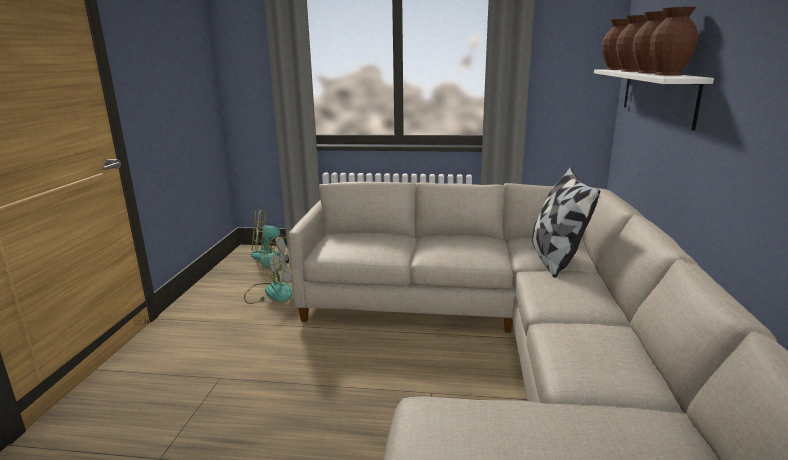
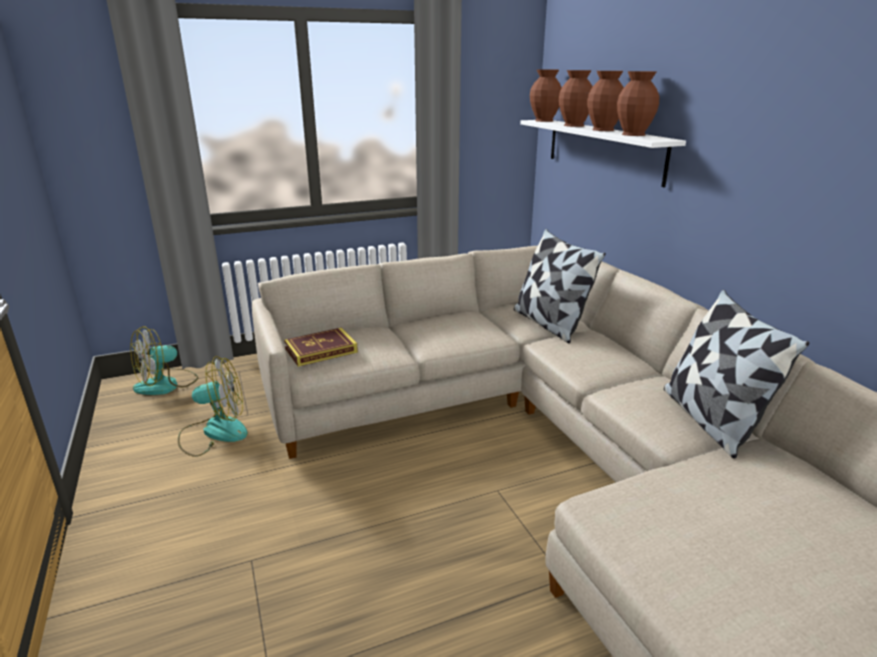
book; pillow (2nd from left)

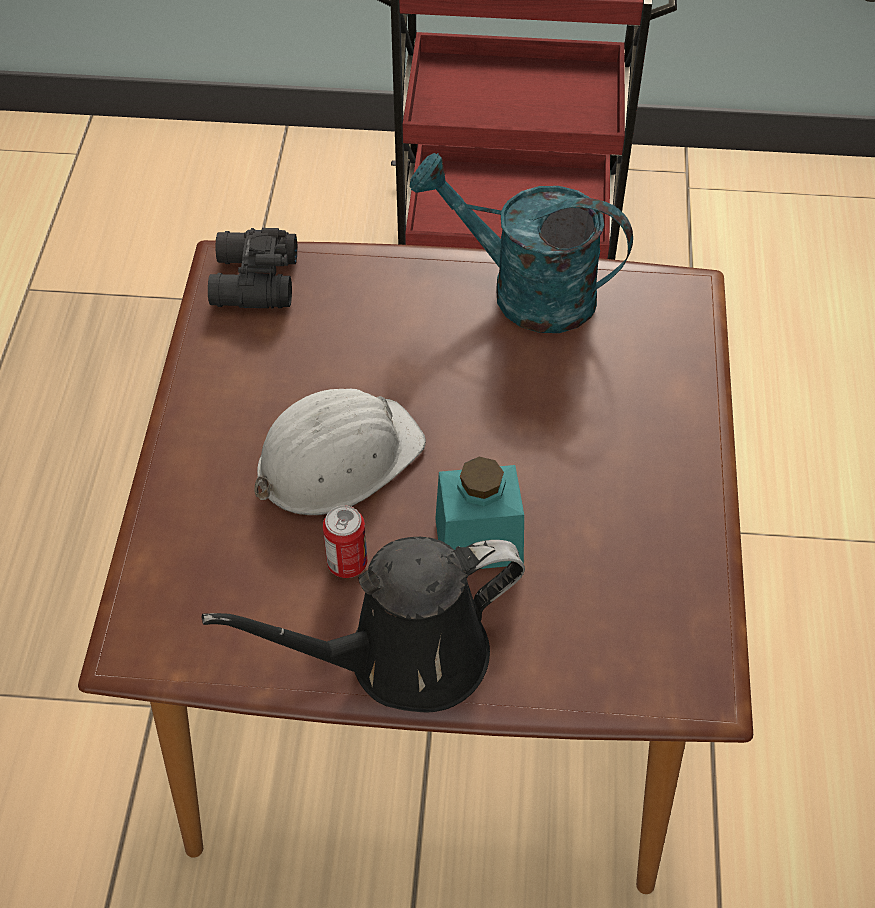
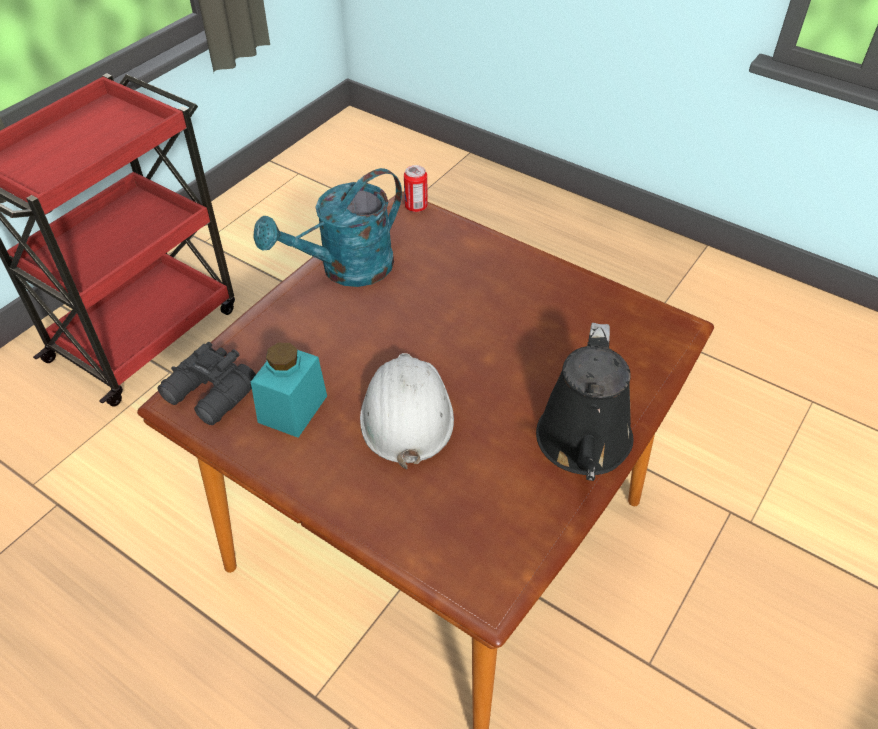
can; turquoise jar

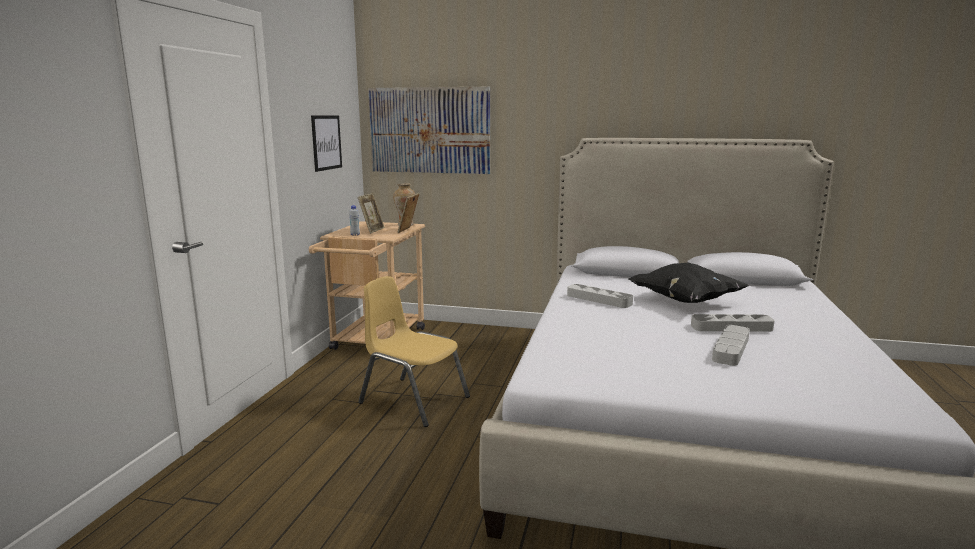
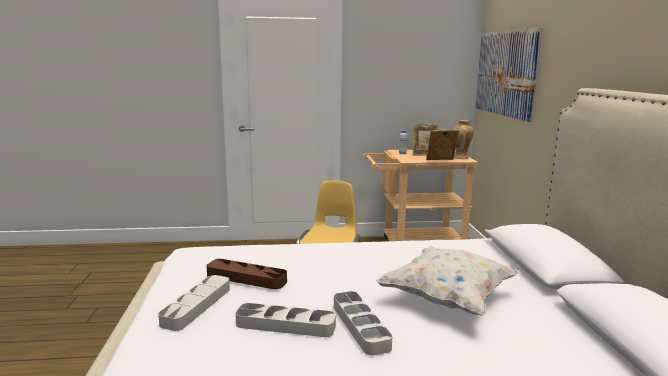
picture (1st from left in the first image); grey tray (1st from left); white pillow; brown tray

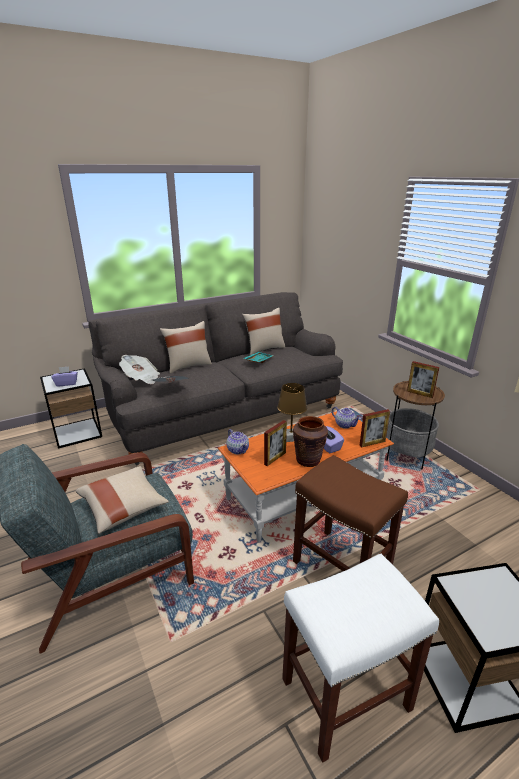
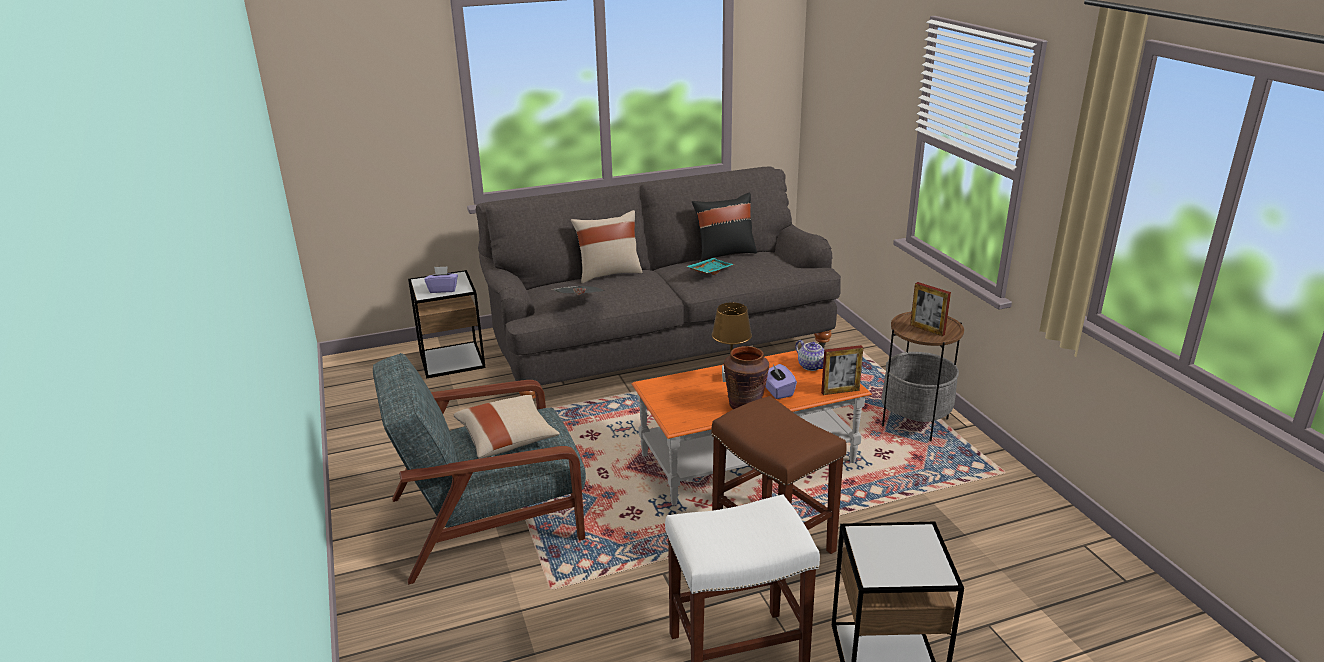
newspaper (1st from left in the first image); teapot (1st from left in the first image); black pillow; picture frame (1st from left in the first image)

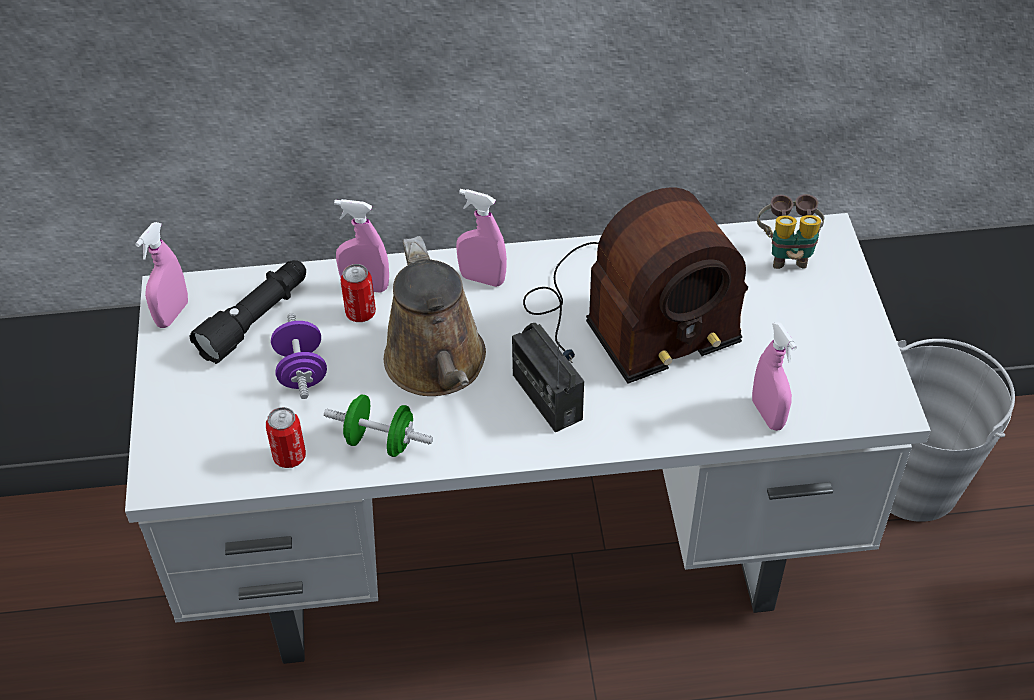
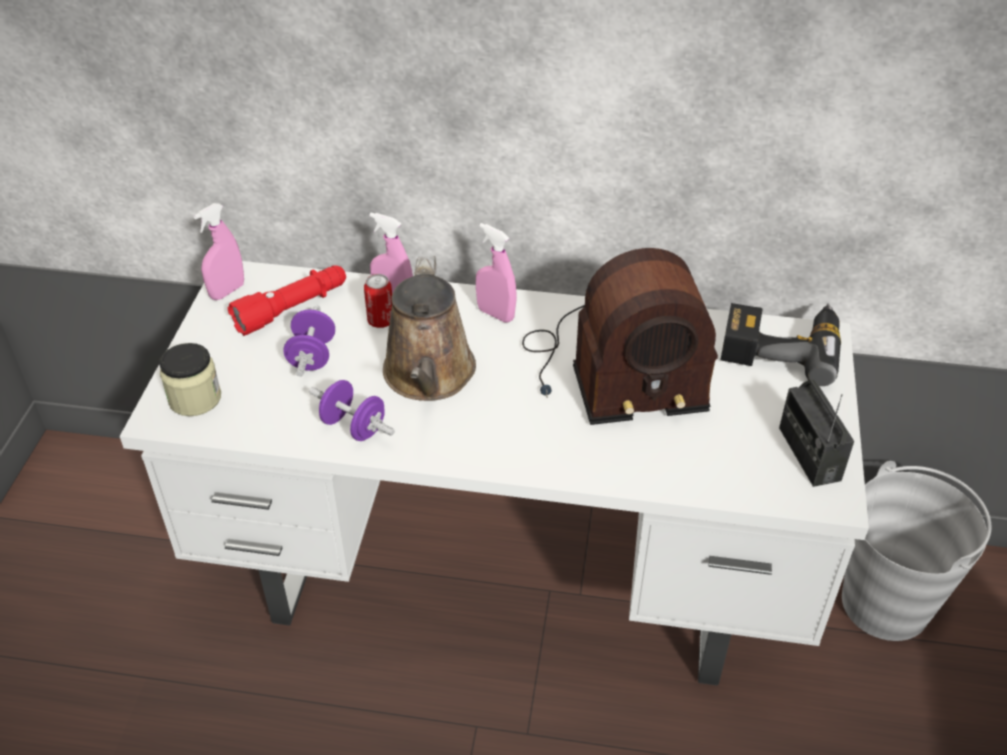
red flashlight; can (1st from left in the first image); purple dumbbell (2nd from left); radio (2nd from left); pink spray bottle (4th from left in the first image); power drill; jar

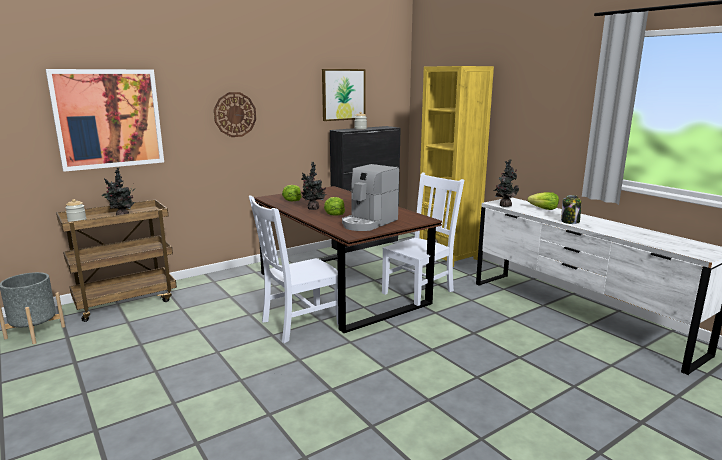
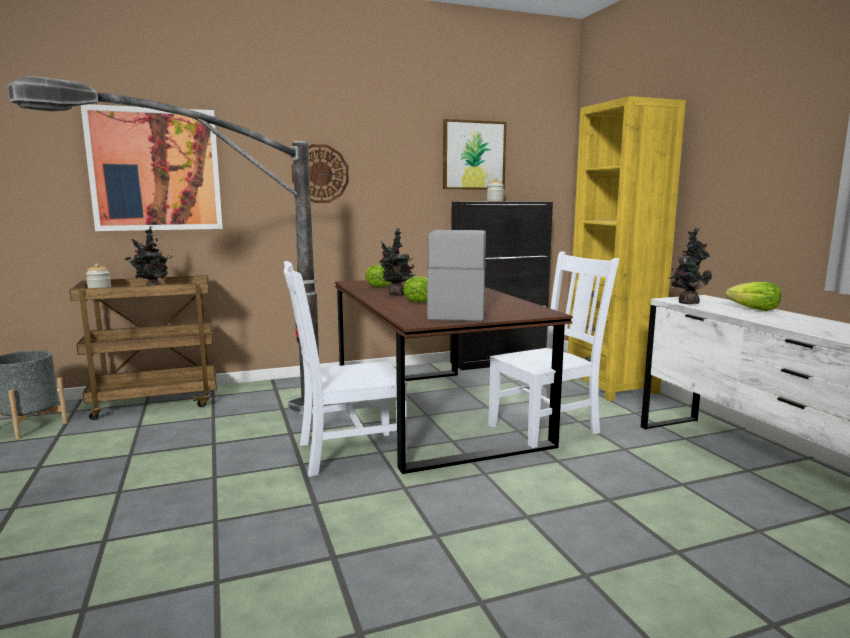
coffee machine; jar (3rd from left in the first image); floor lamp

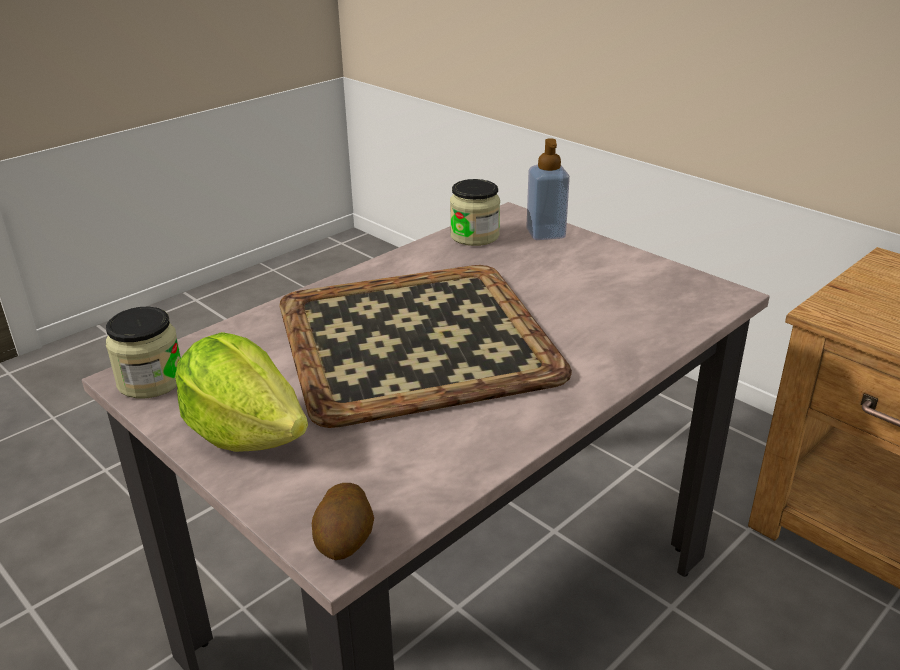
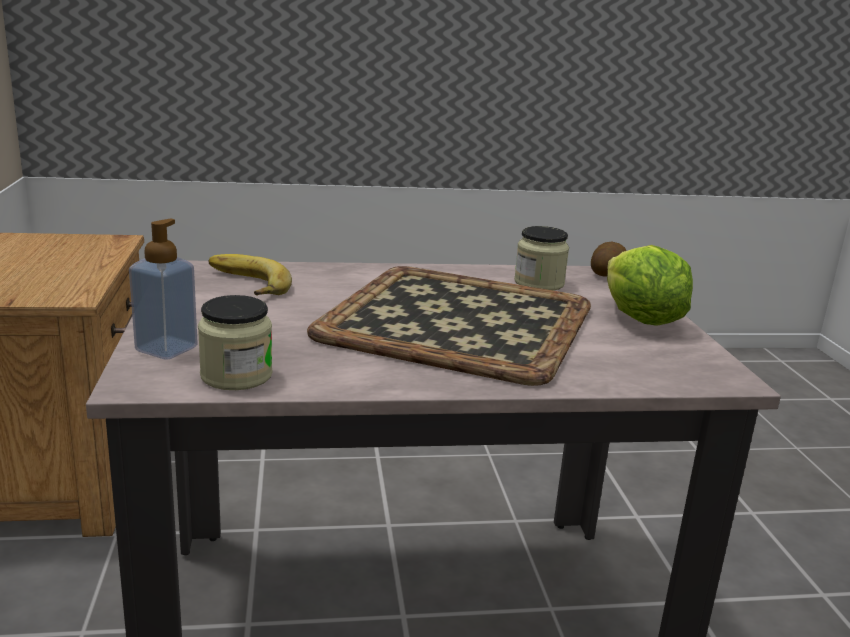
jar (2nd from left); banana

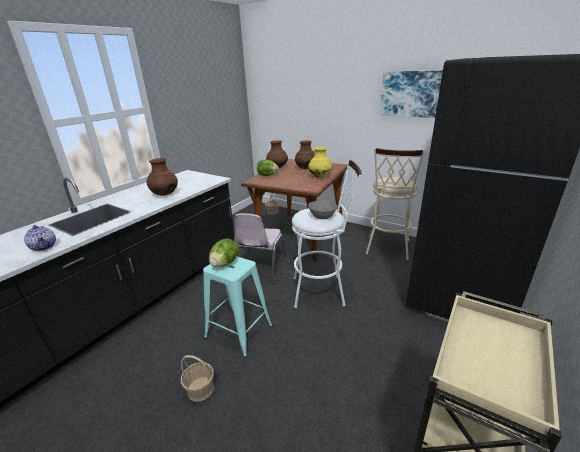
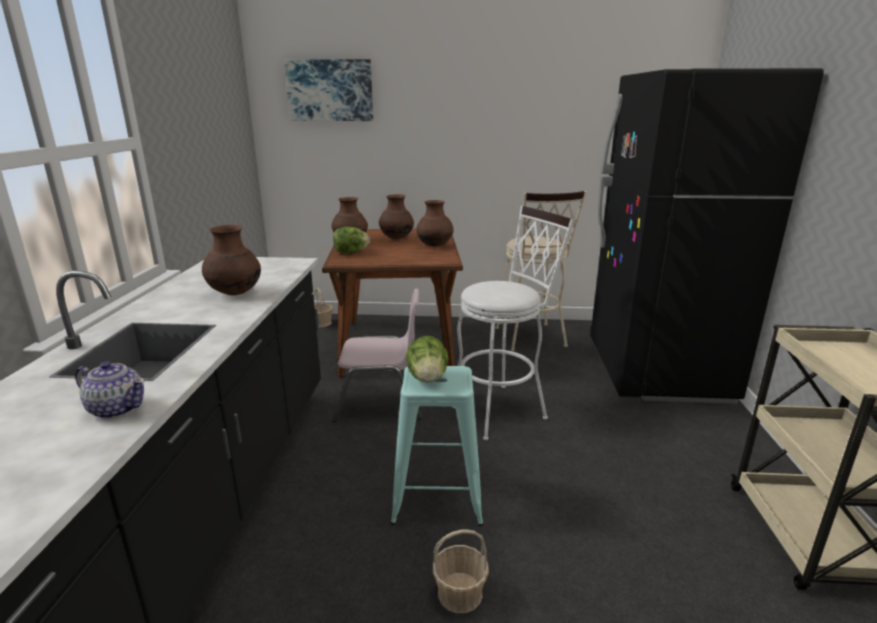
pink chair; brown vase (4th from left); grey bowl; picture

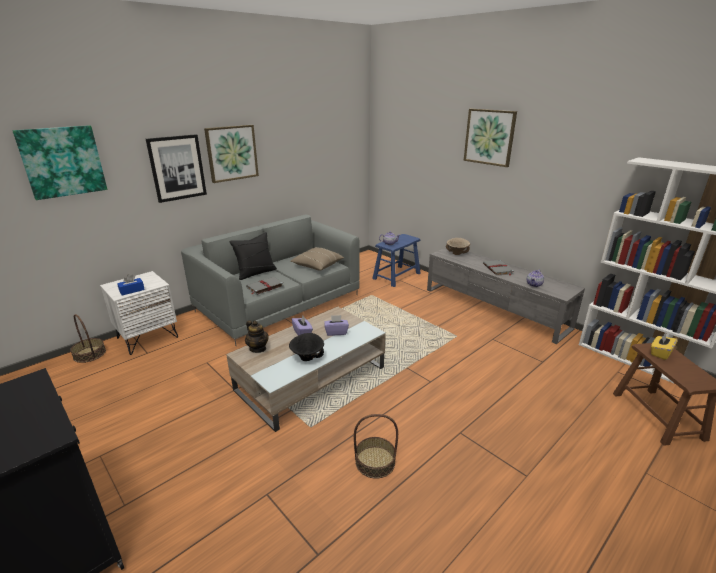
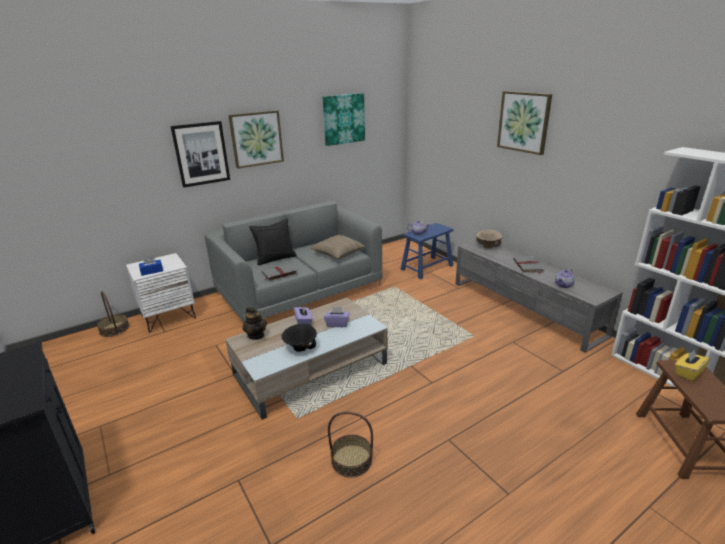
picture (3rd from left)

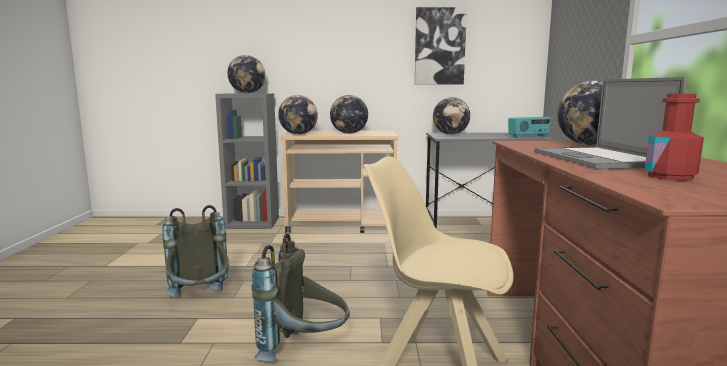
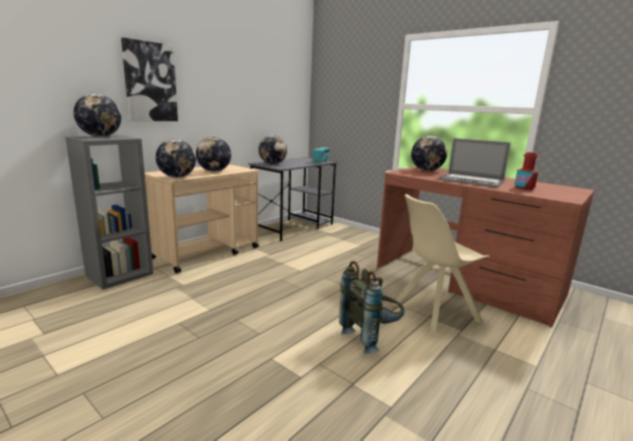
grey backpack (1st from left in the first image); picture

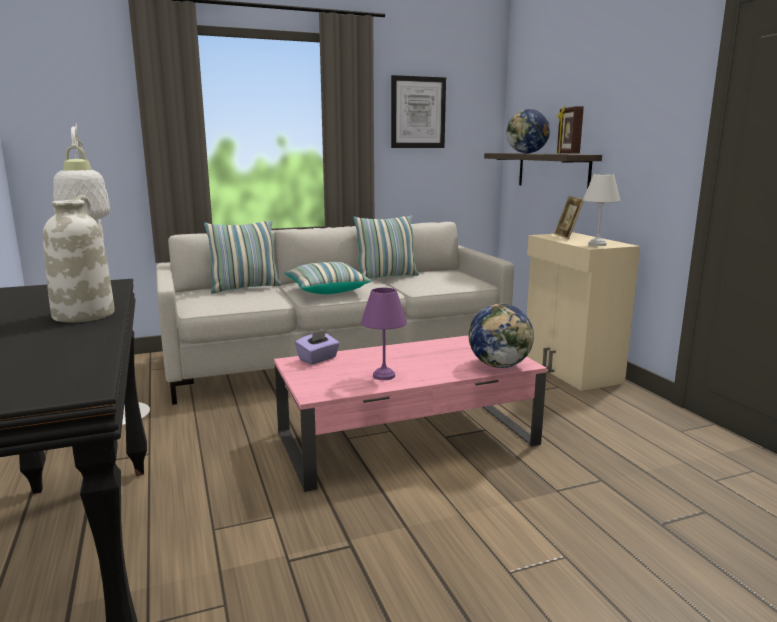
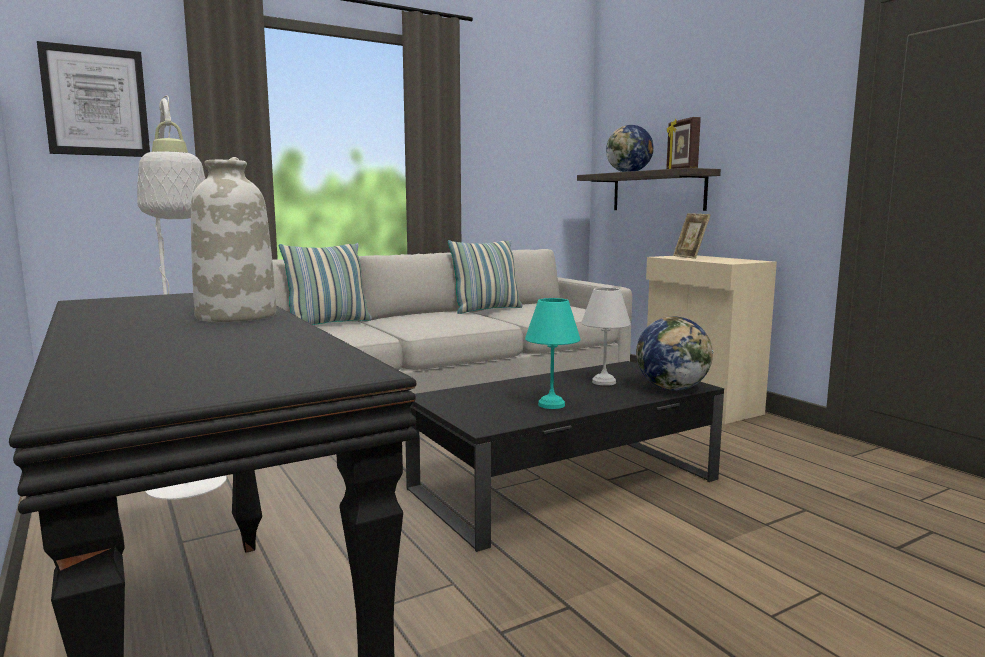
black coffee table; pillow (2nd from left in the first image); purple tissue box; turquoise table lamp; picture; white table lamp

